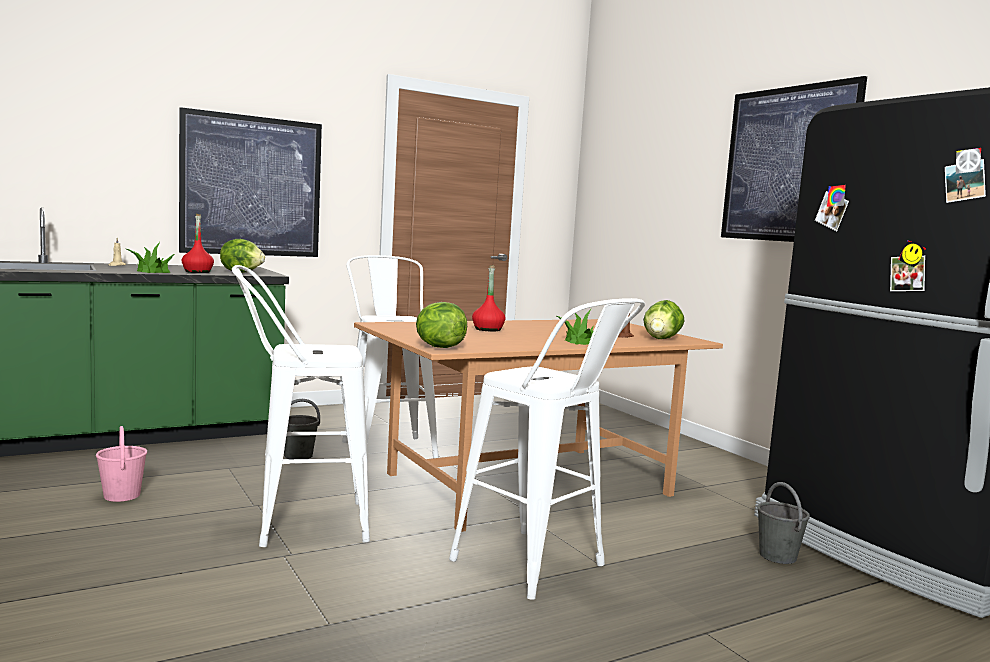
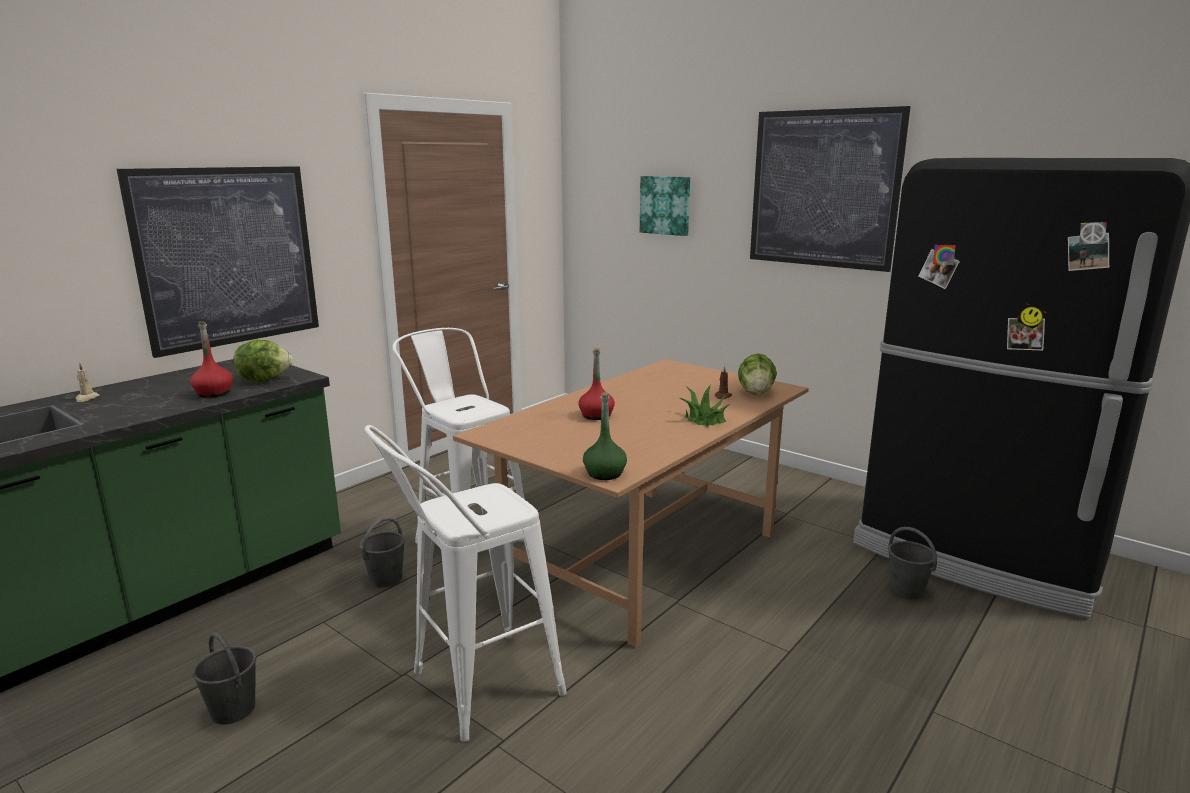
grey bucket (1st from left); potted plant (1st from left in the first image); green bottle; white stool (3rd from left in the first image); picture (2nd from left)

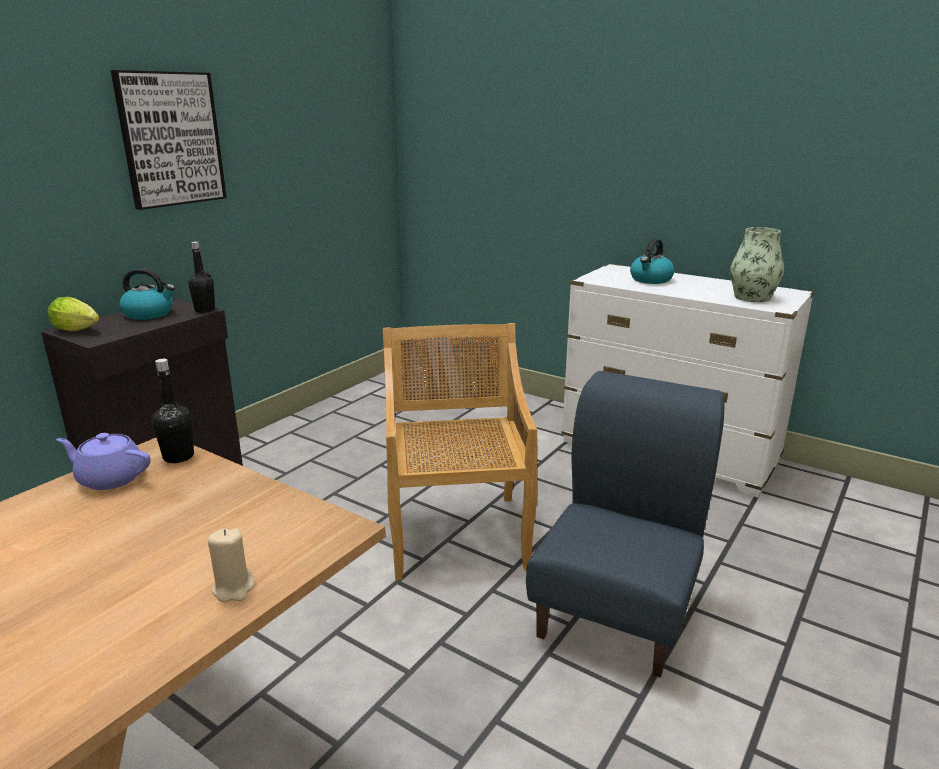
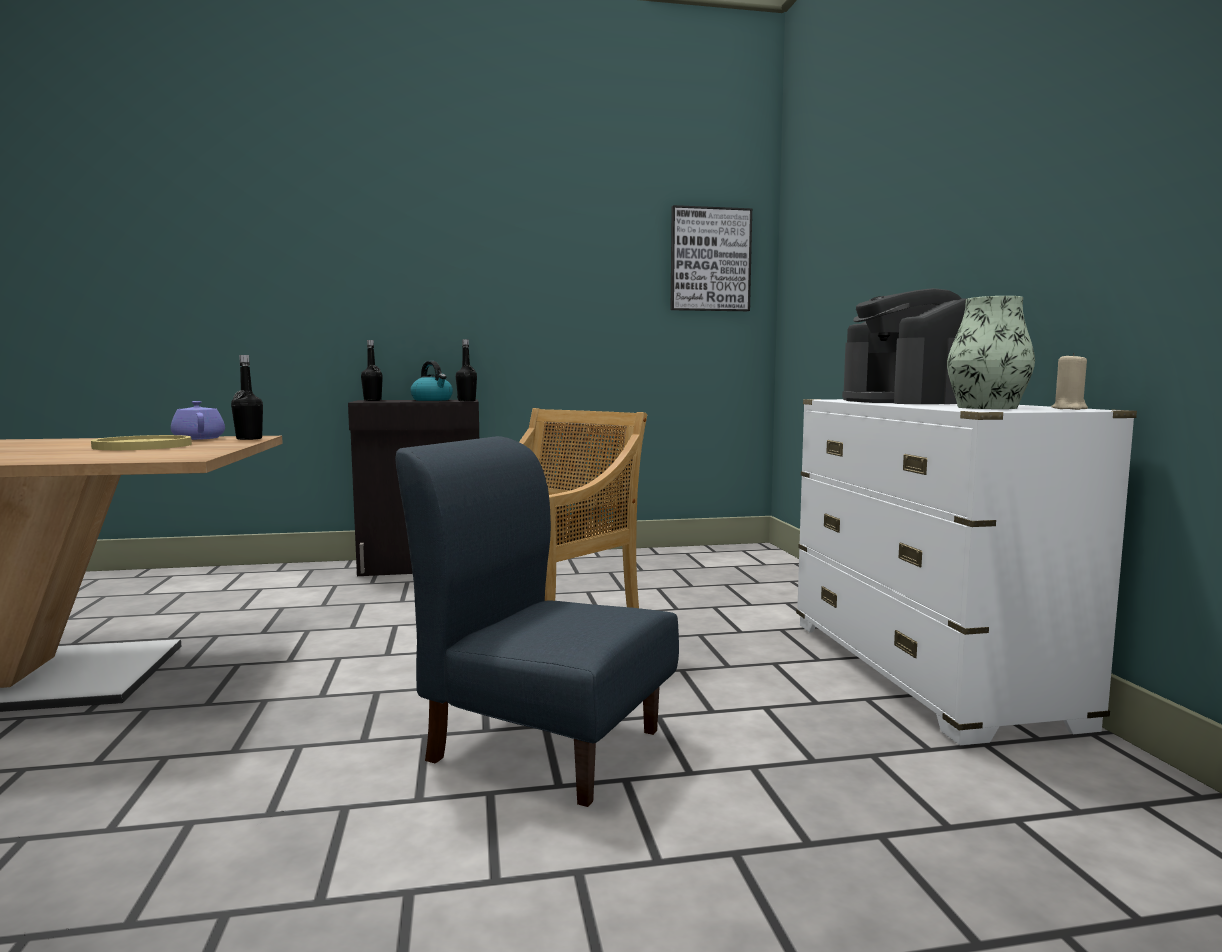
black bottle (2nd from left); picture; beige candle; blue chair; coffee machine; yellow plate

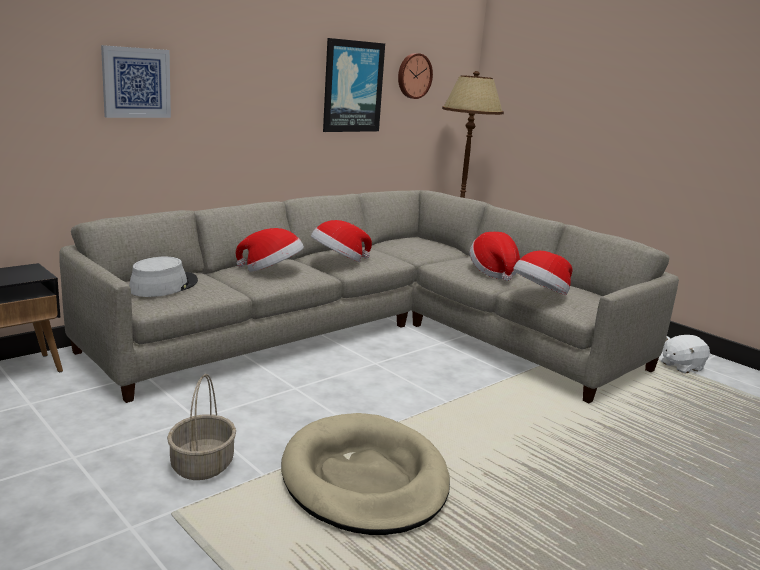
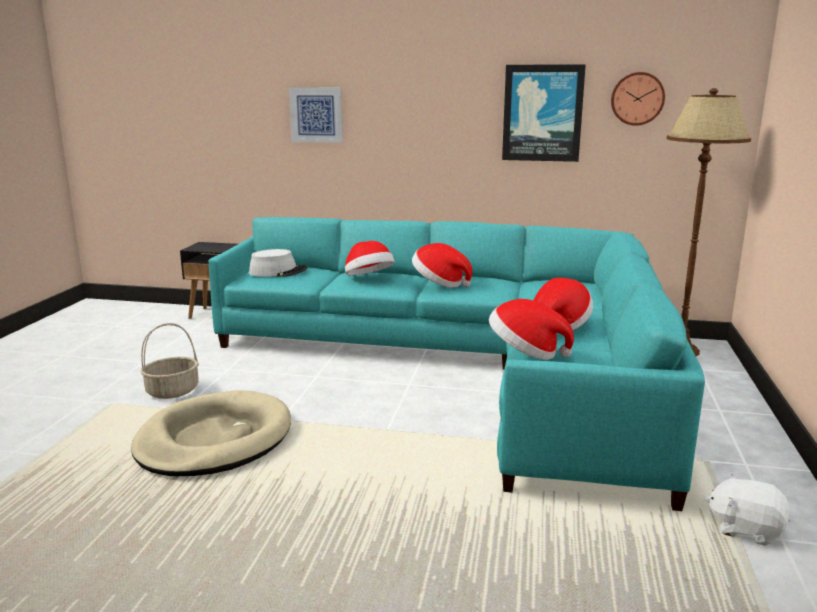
turquoise sofa

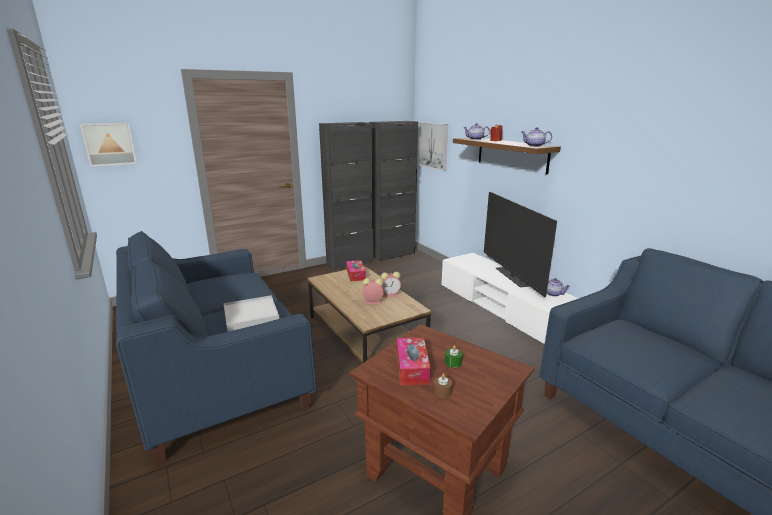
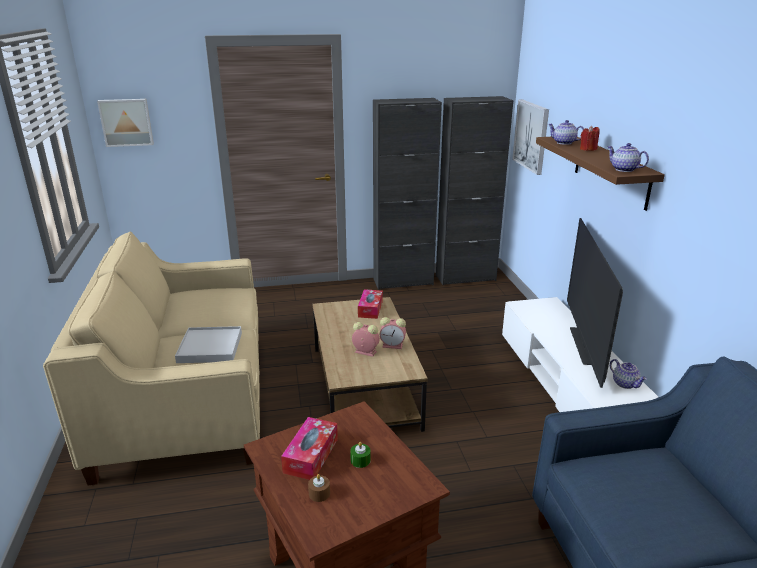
beige sofa

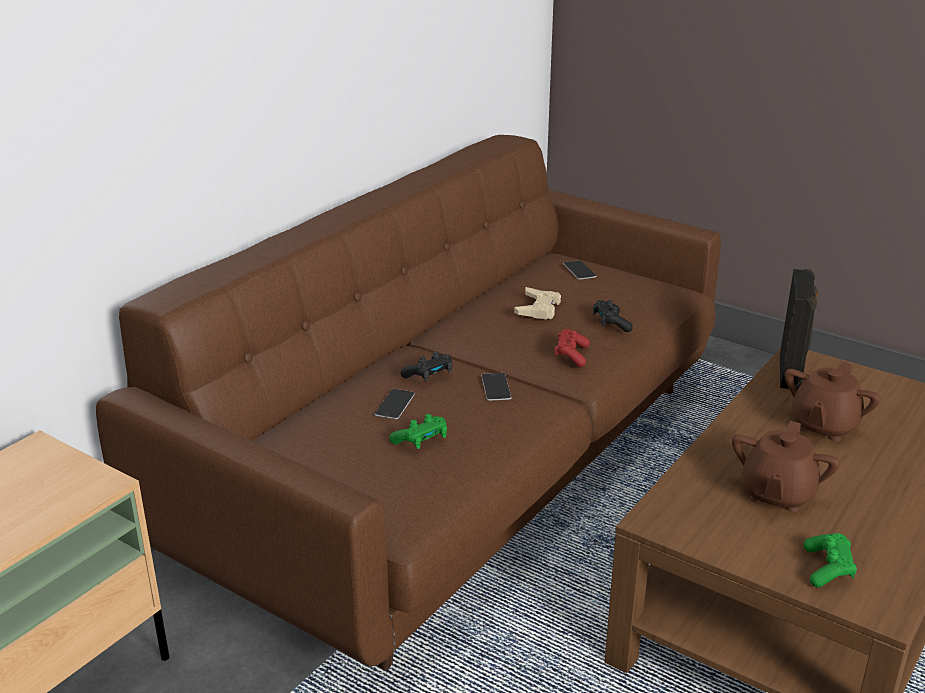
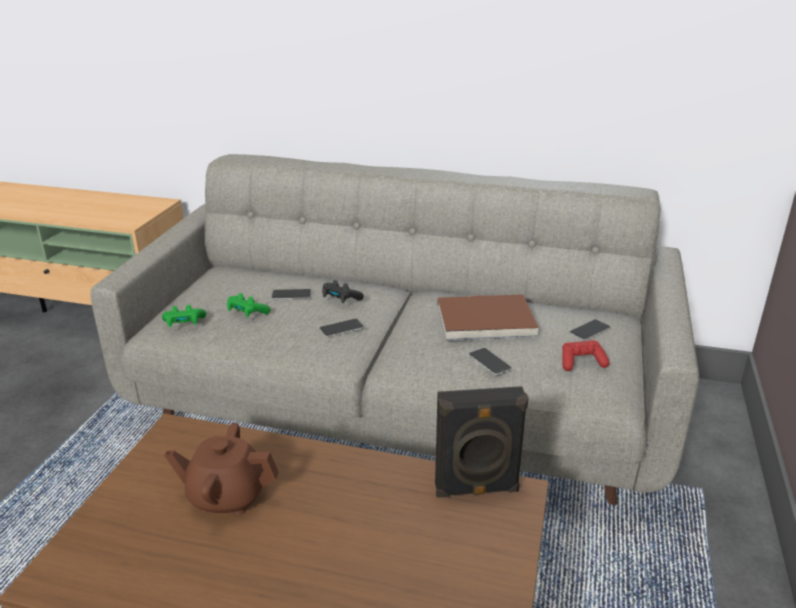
grey sofa; brown book; red game controller; phone (3rd from left); brown teapot (2nd from left in the first image); green game controller (1st from left)

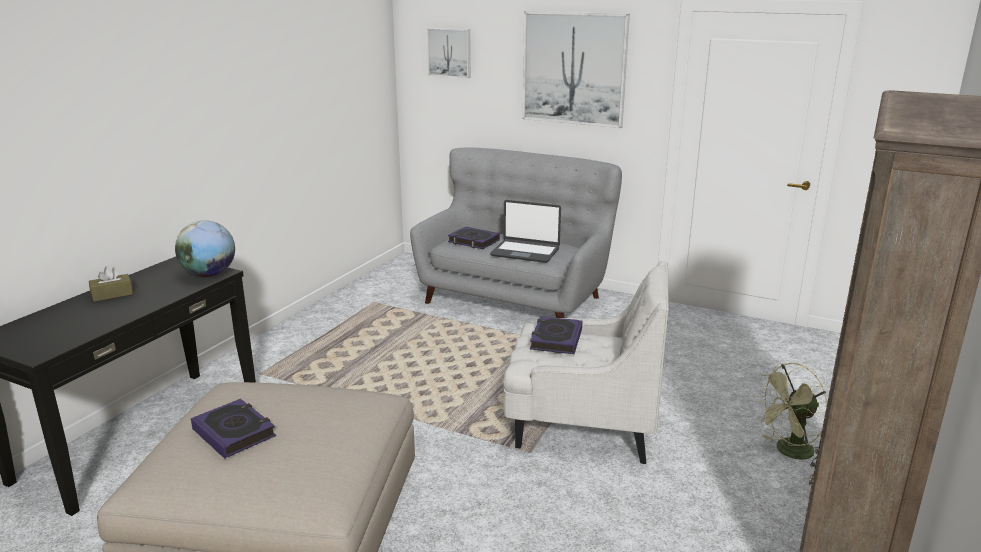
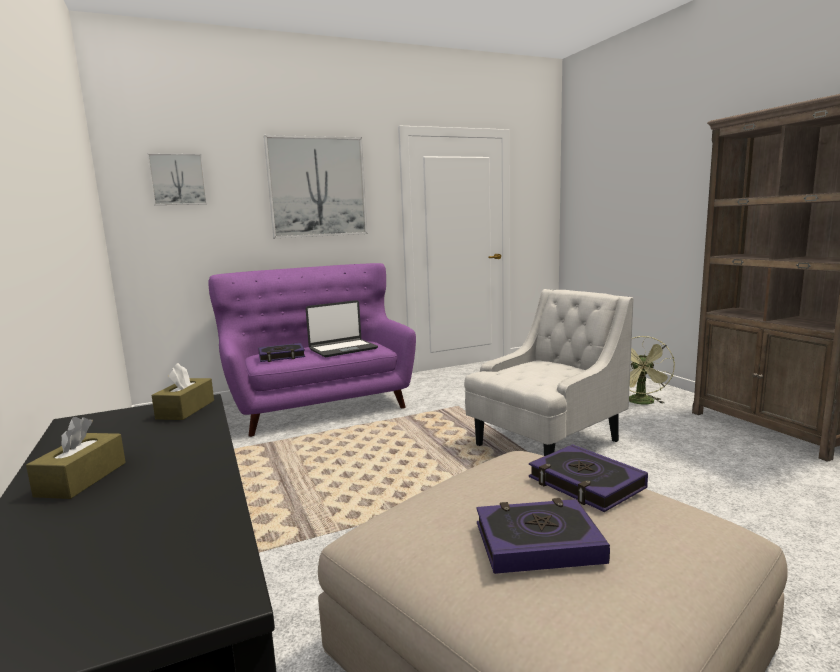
brown tissue box (2nd from left); purple sofa; book (3rd from left)

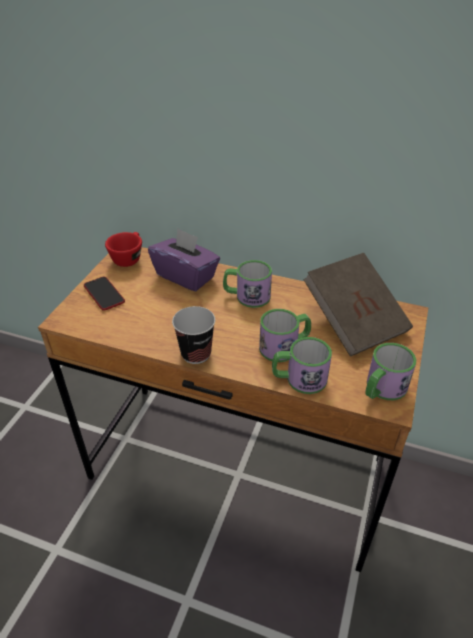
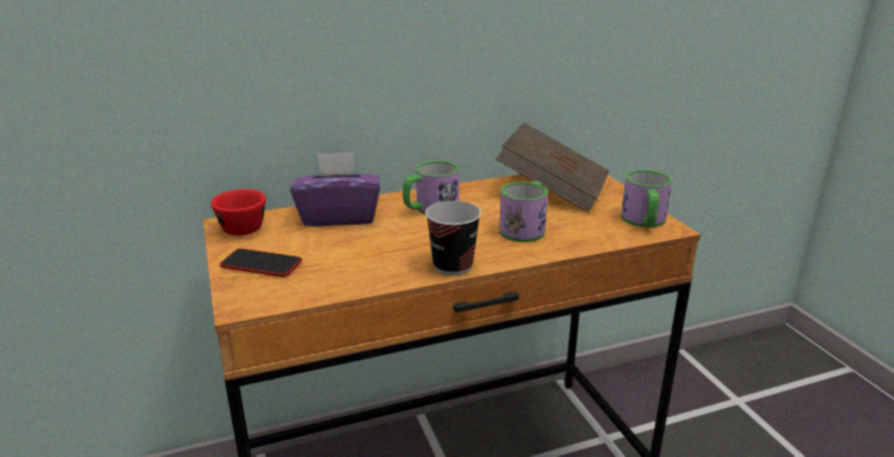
mug (3rd from left in the first image)

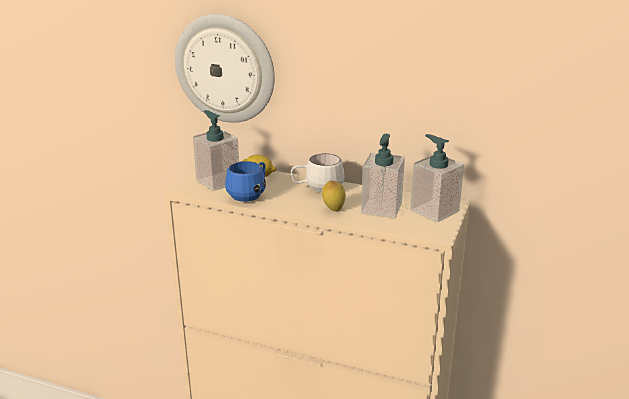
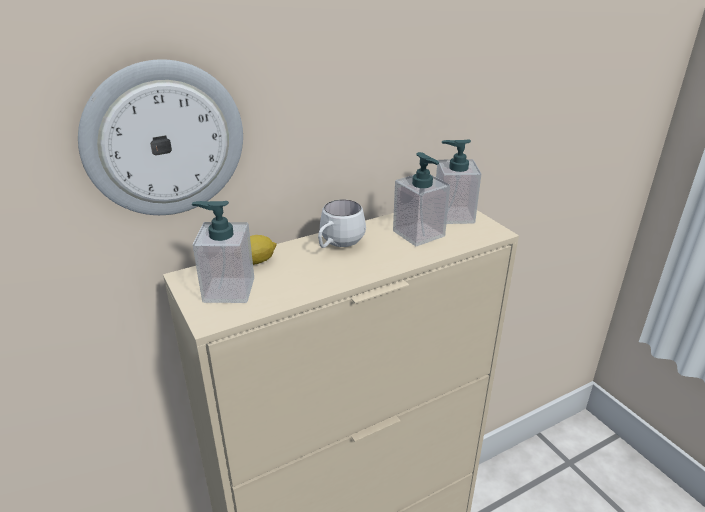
blue mug; lemon (2nd from left in the first image)

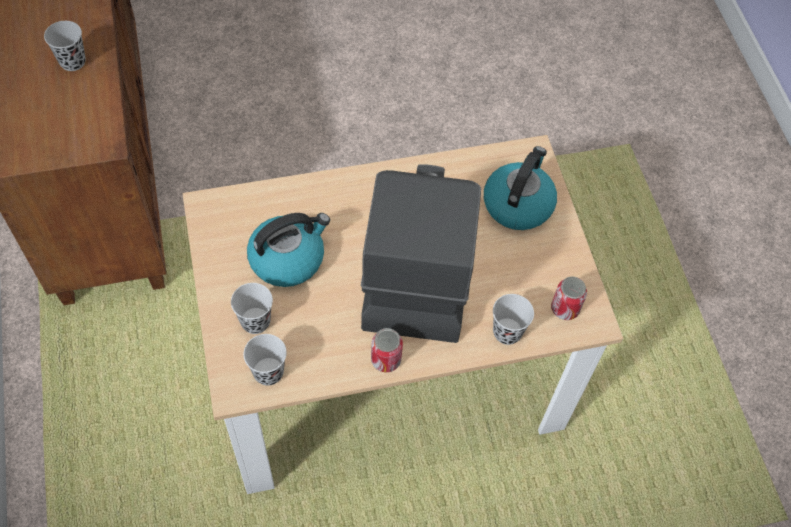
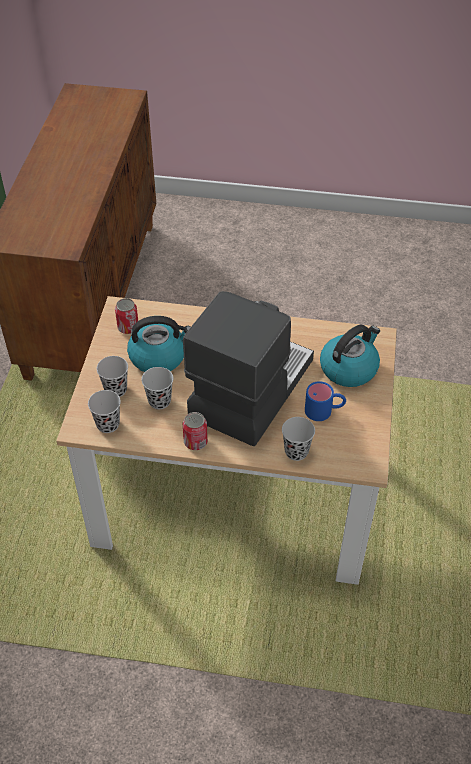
black cup (3rd from left); can (1st from left); blue mug

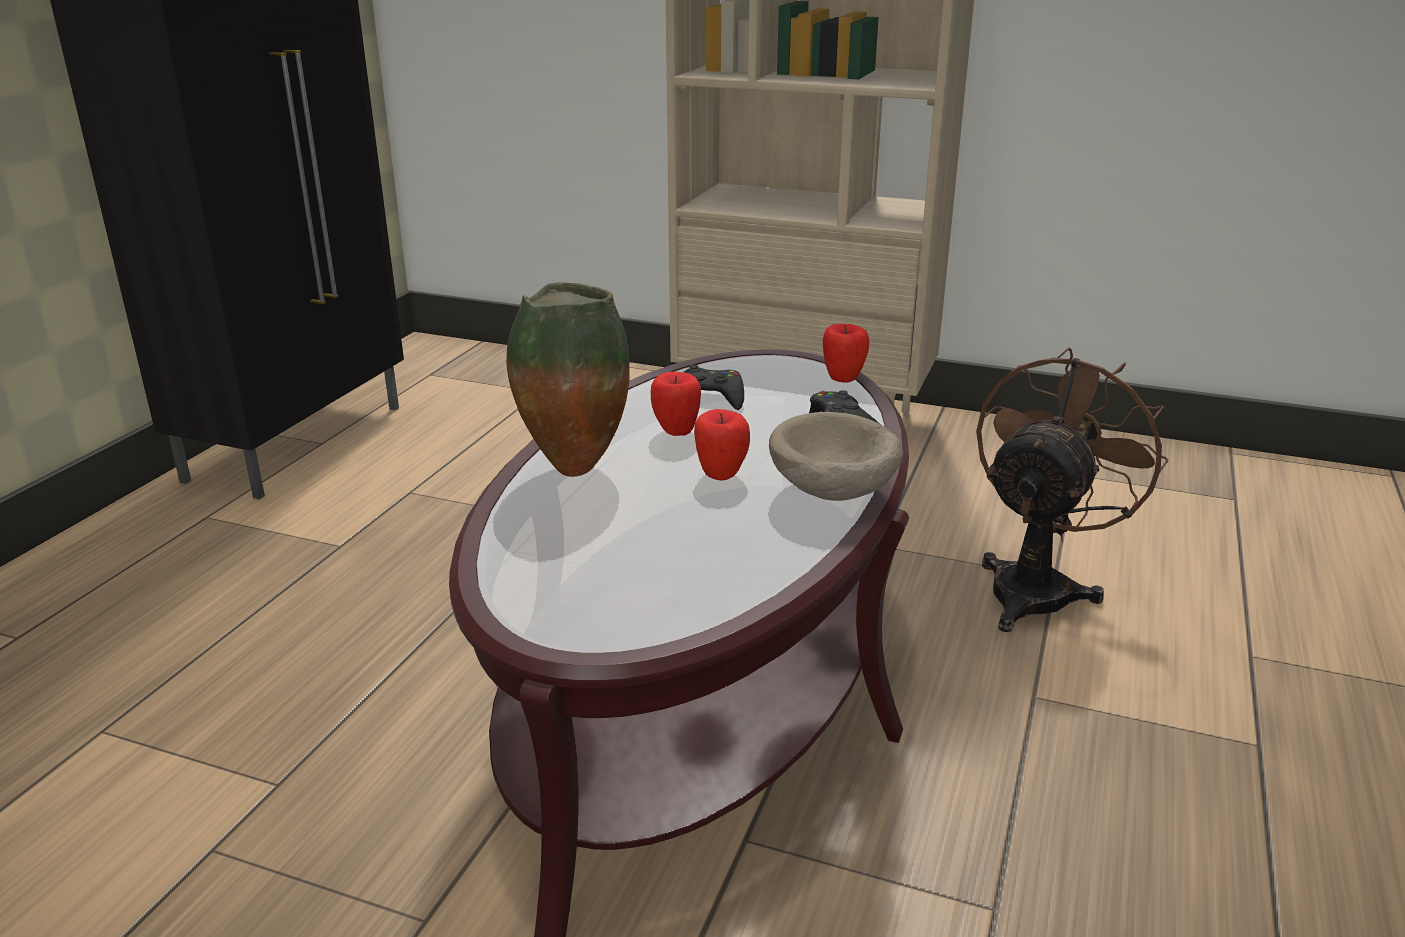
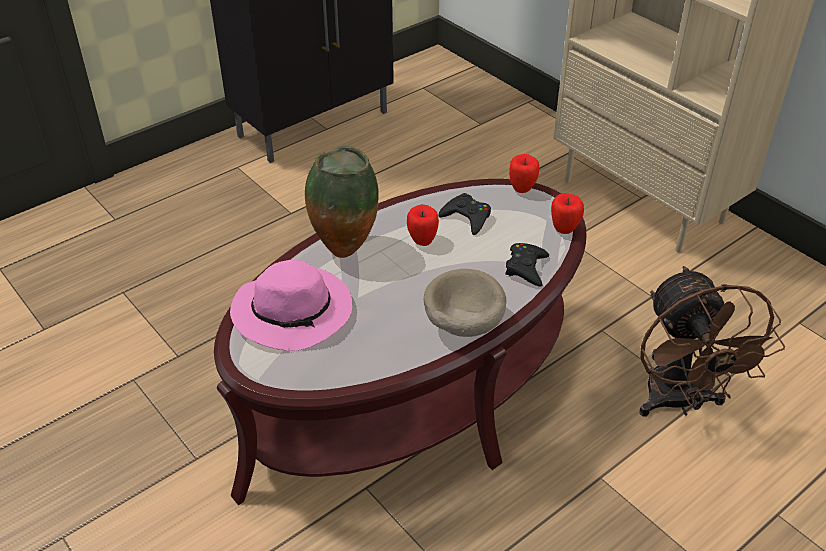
apple (2nd from left); brown fan; pink hat

